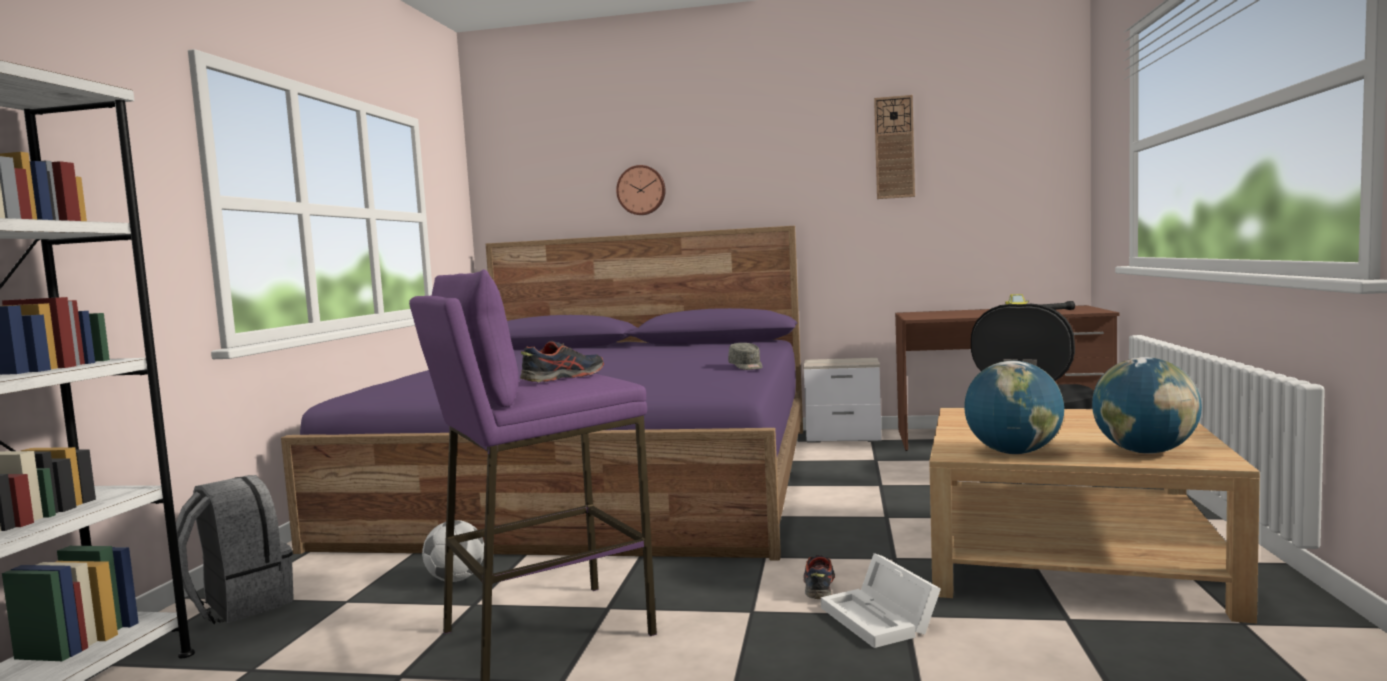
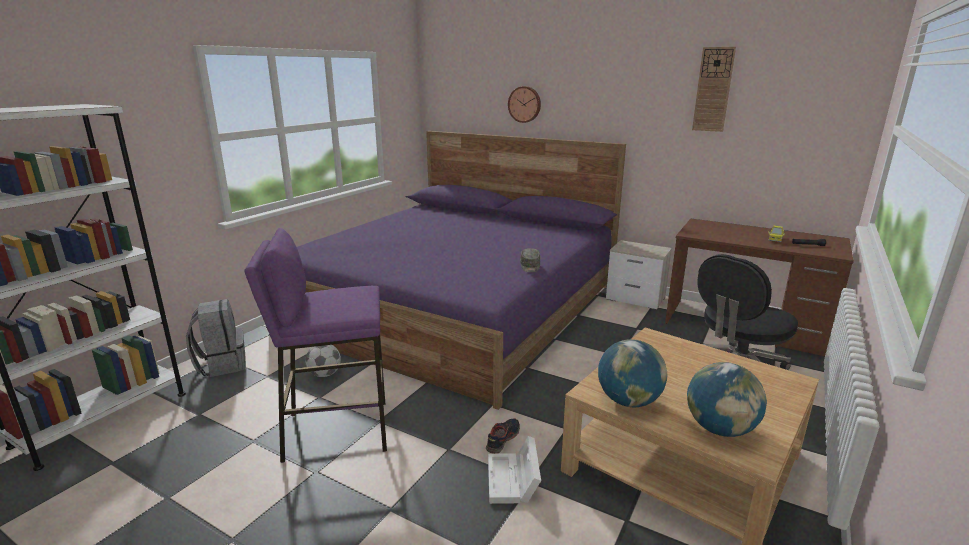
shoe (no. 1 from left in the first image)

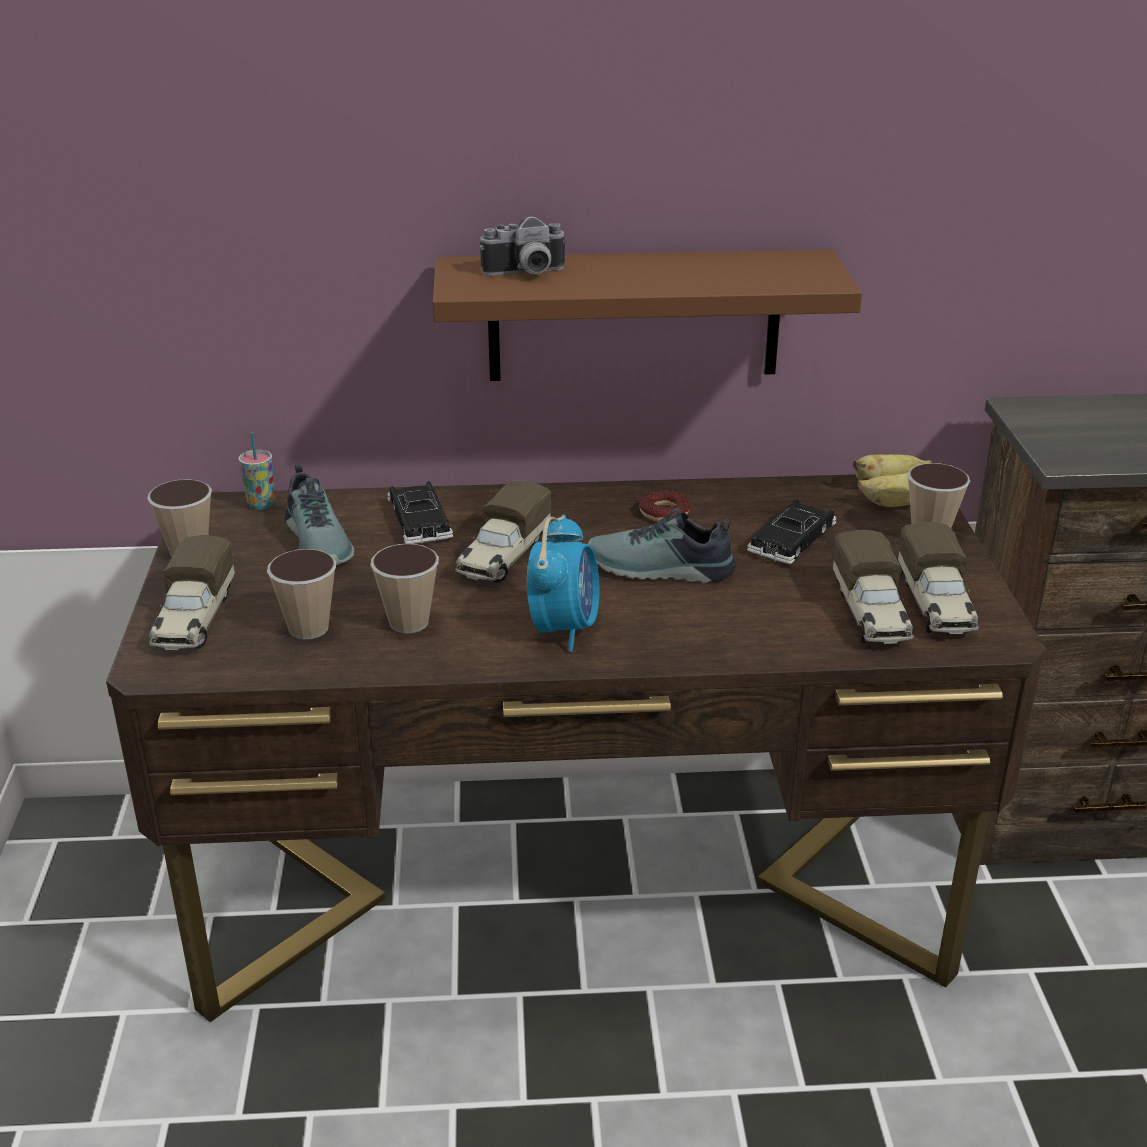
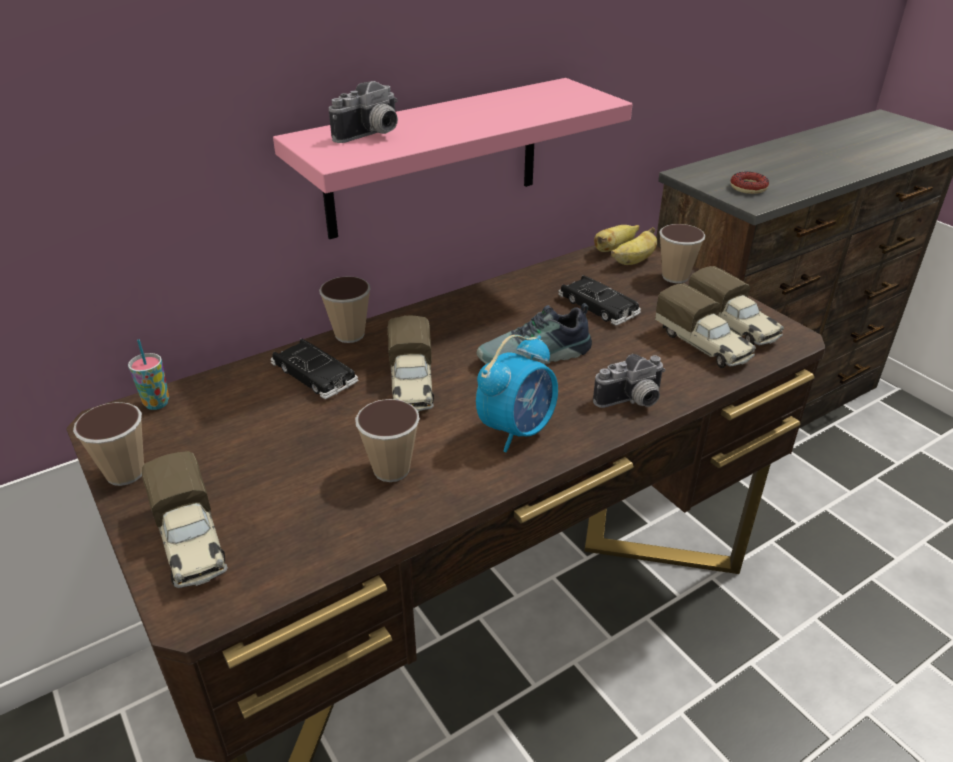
shoe (no. 1 from left in the first image)
still camera (no. 2 from left)
small cup (no. 3 from left)
doughnut
pink-coloured wall shelf
bedside clock
black miniature car (no. 2 from left)

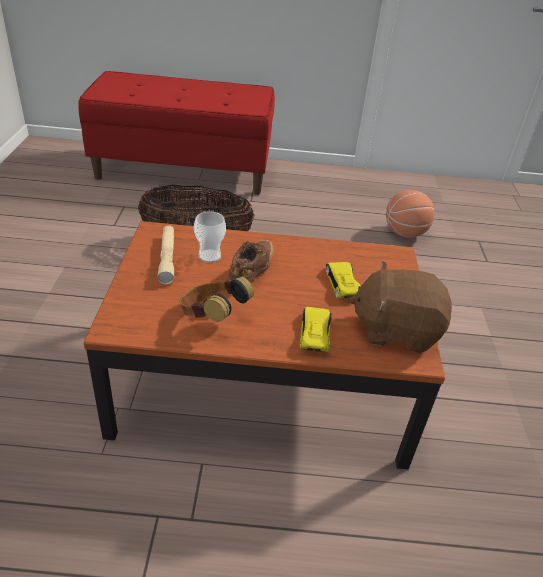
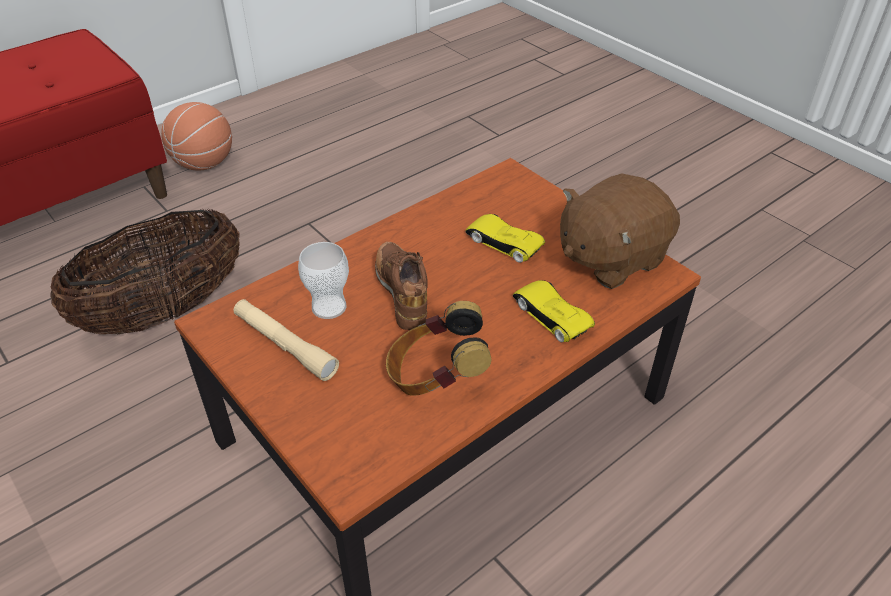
basketball ball

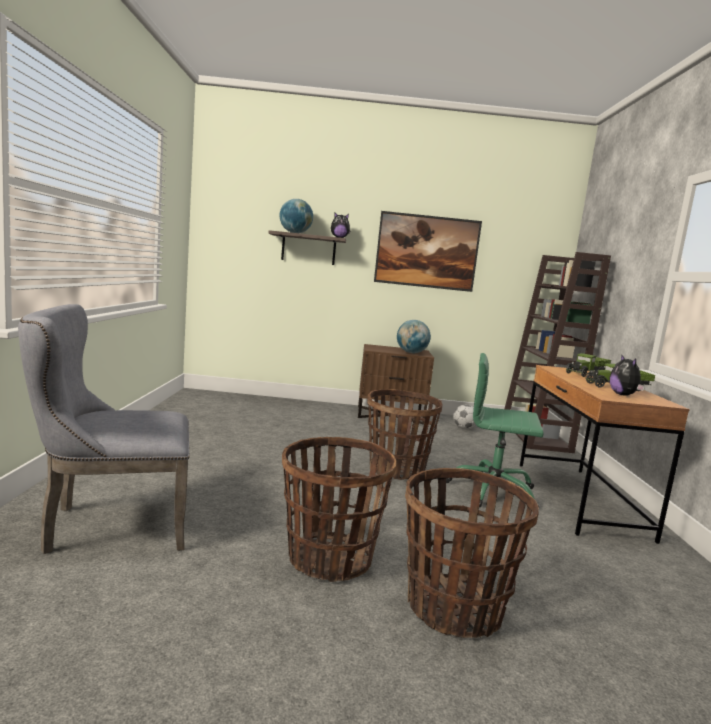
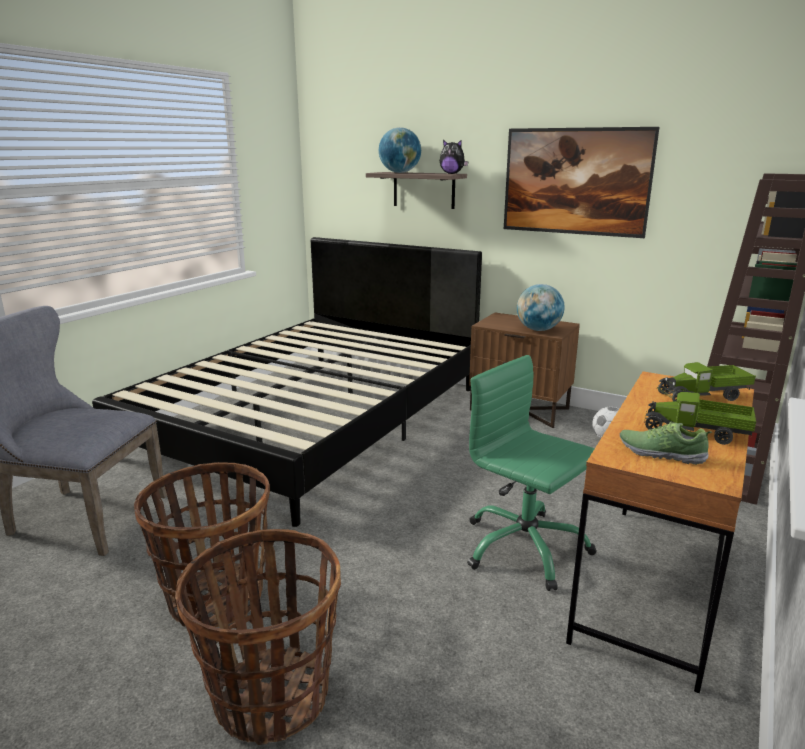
household basket (no. 2 from left in the first image)
black sleeping bed
shoe

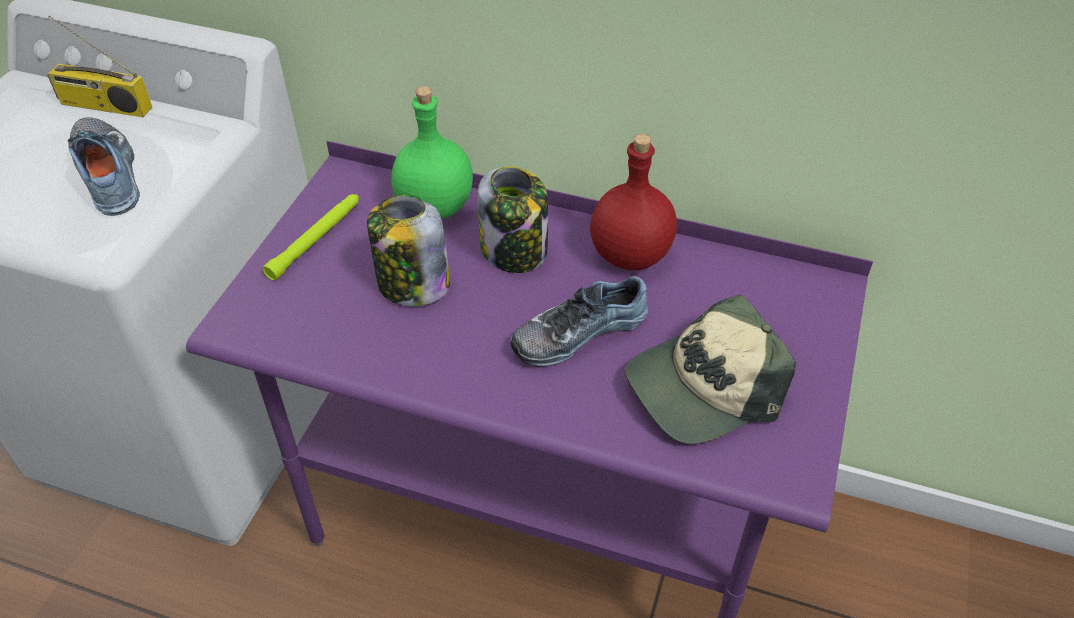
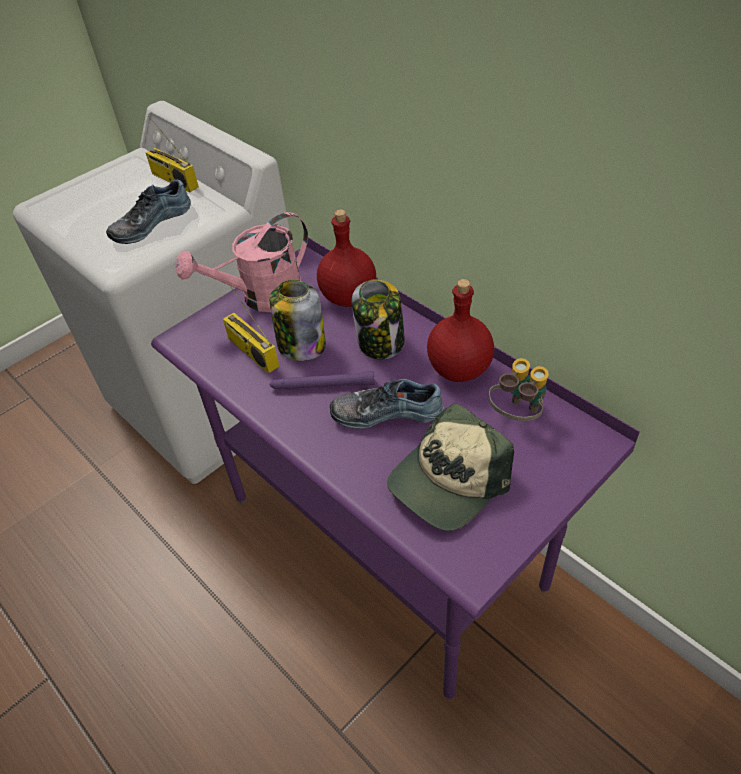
radio (no. 2 from left)
purple flashlight
binoculars
pink-coloured watering can
reddish bottle (no. 1 from left)
shoe (no. 1 from left)
baseball cap

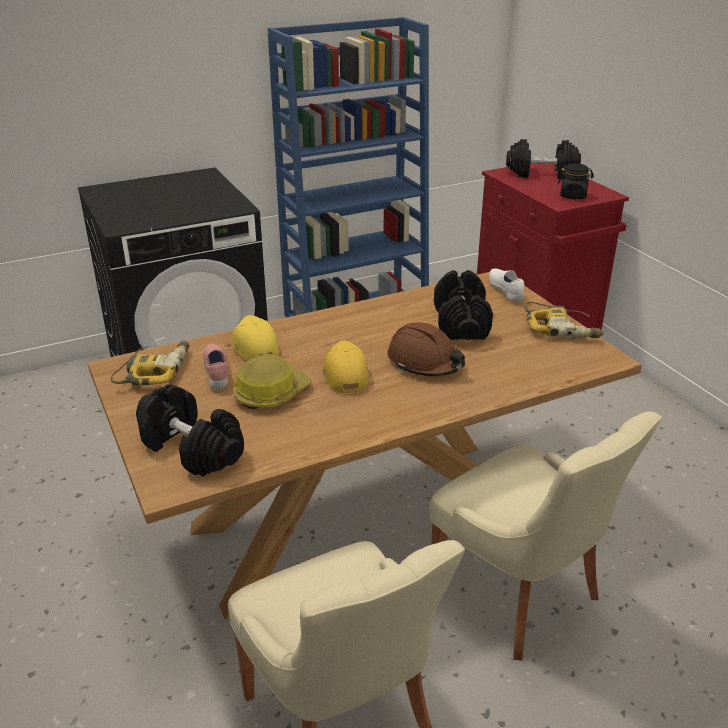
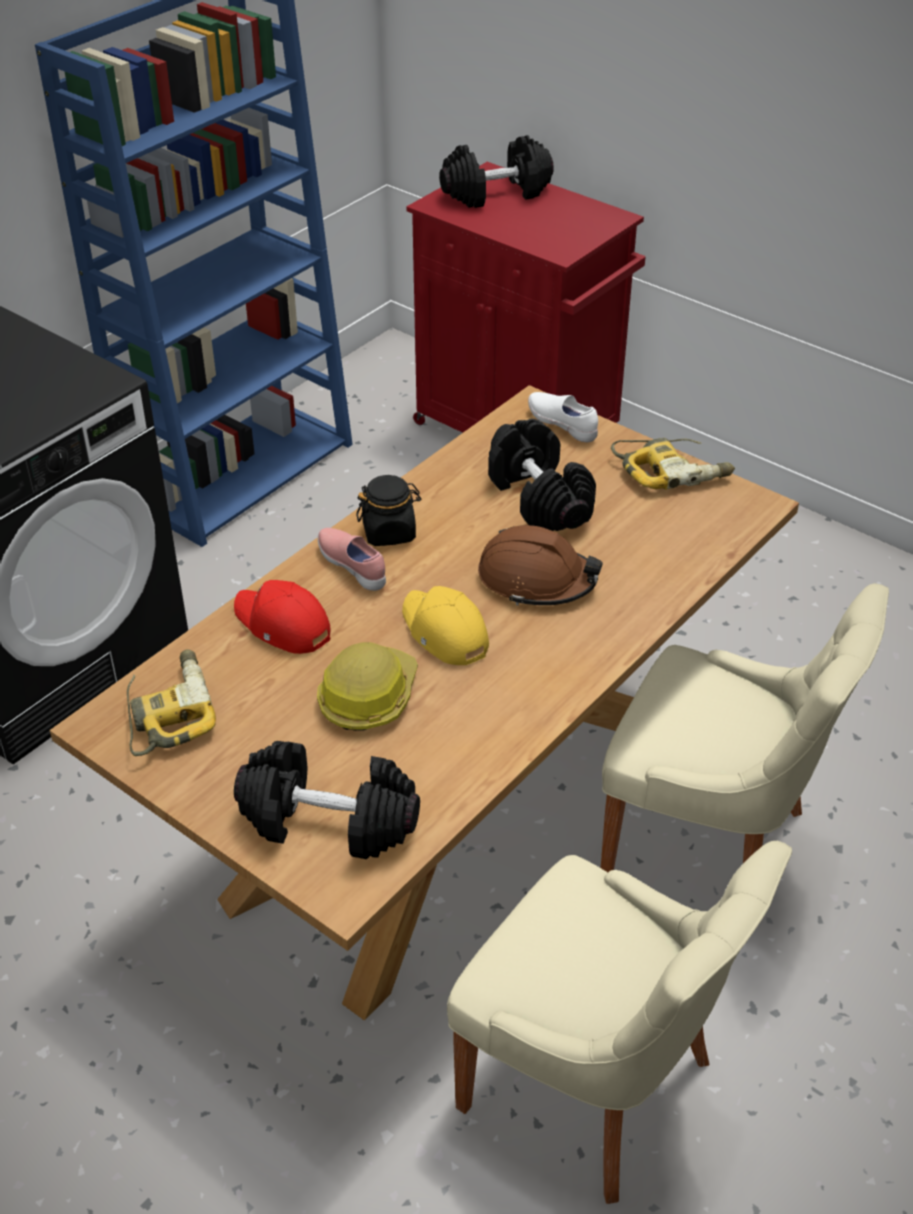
pink-coloured shoe
black jar
reddish baseball cap

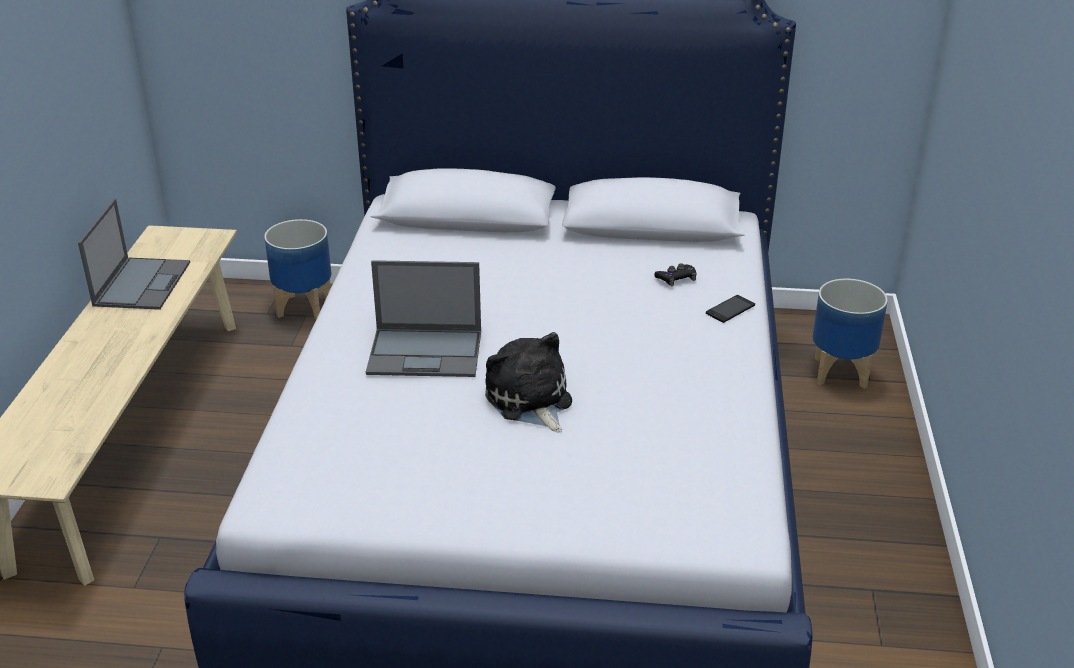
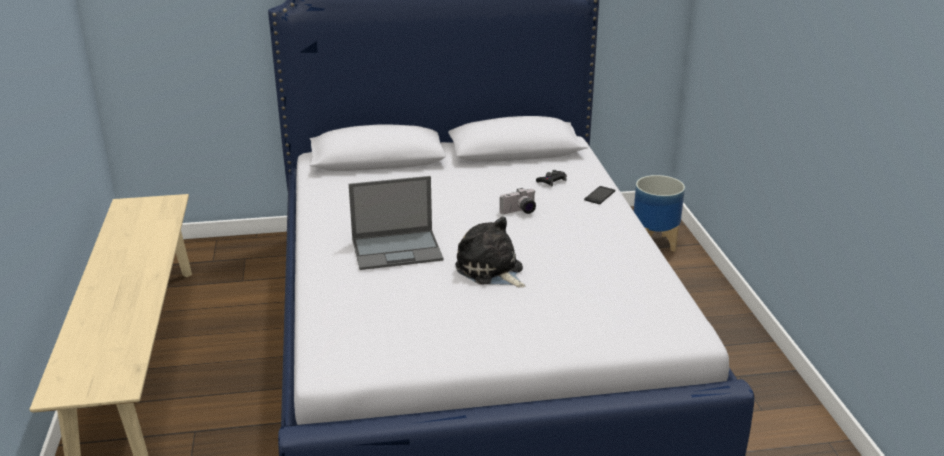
laptop (no. 1 from left in the first image)
planter (no. 1 from left in the first image)
still camera

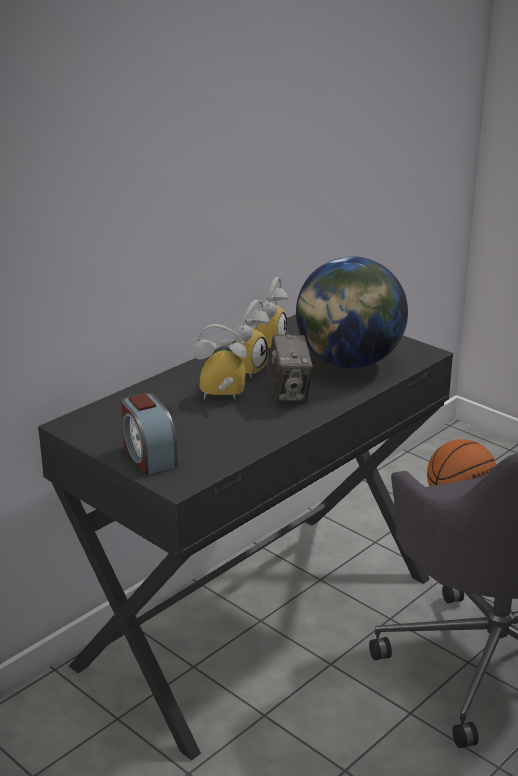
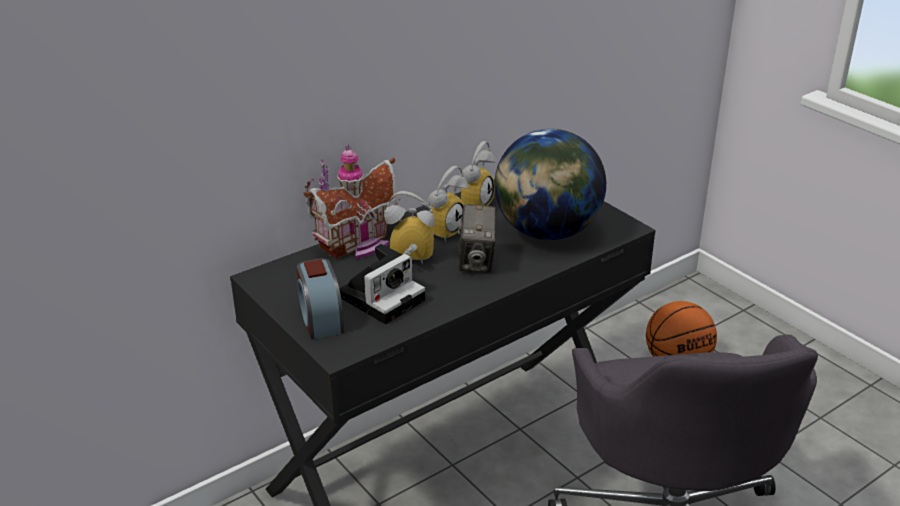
toy house
still camera (no. 1 from left)

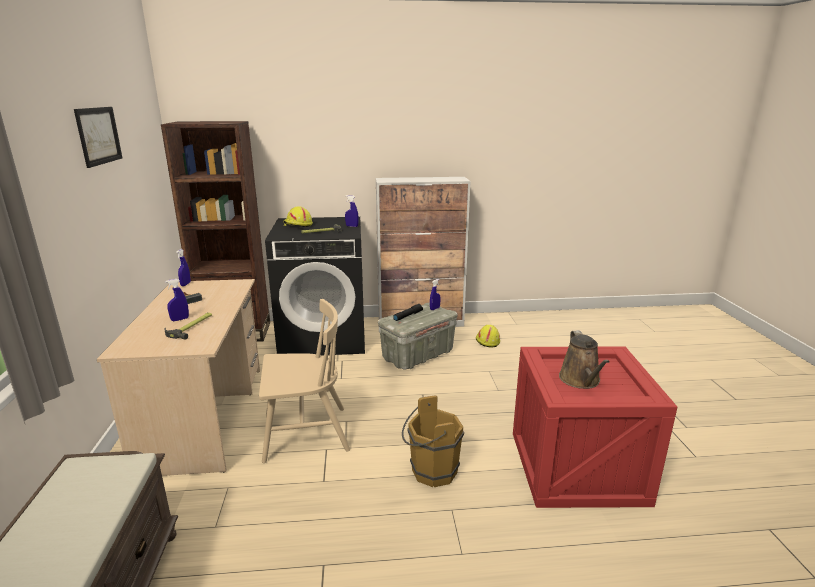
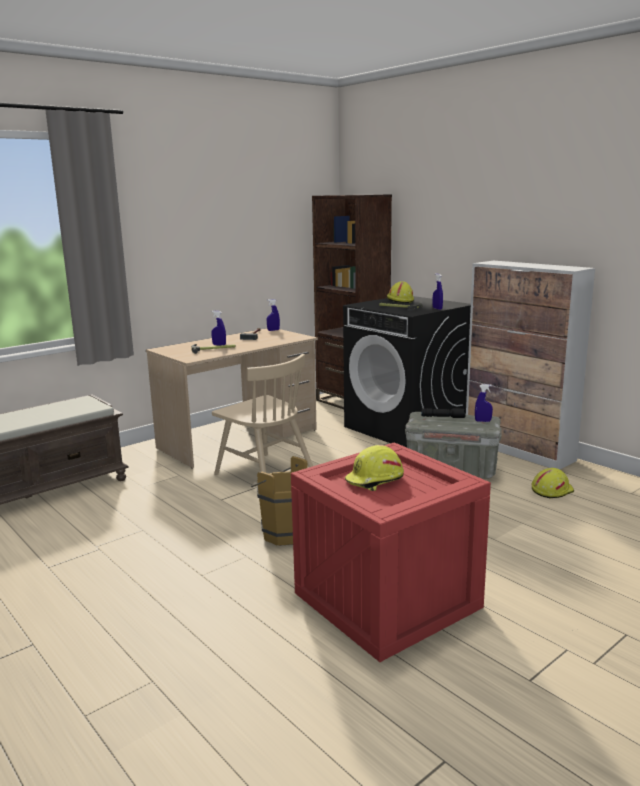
picture
yellow-coloured safety helmet (no. 1 from left)

